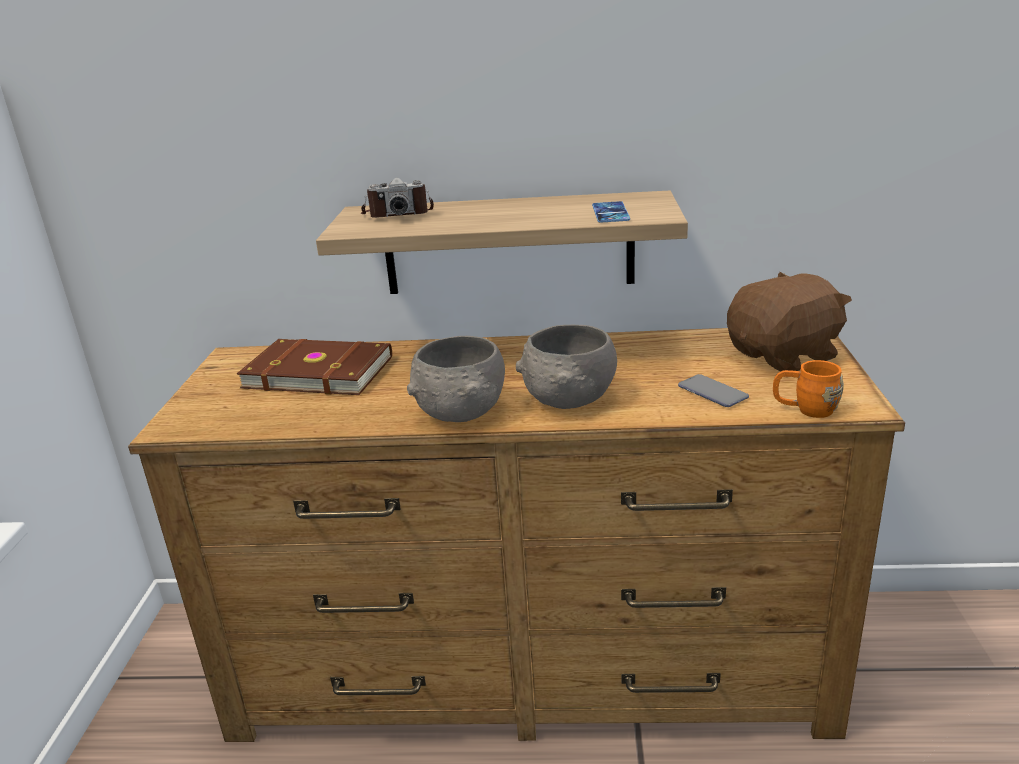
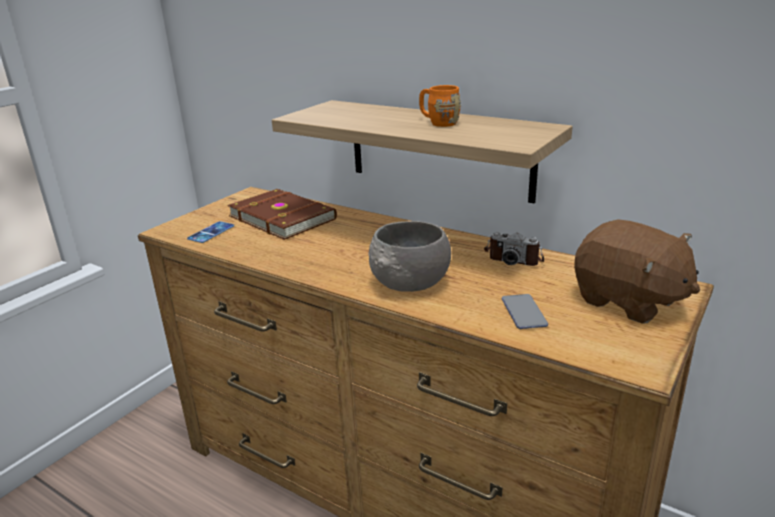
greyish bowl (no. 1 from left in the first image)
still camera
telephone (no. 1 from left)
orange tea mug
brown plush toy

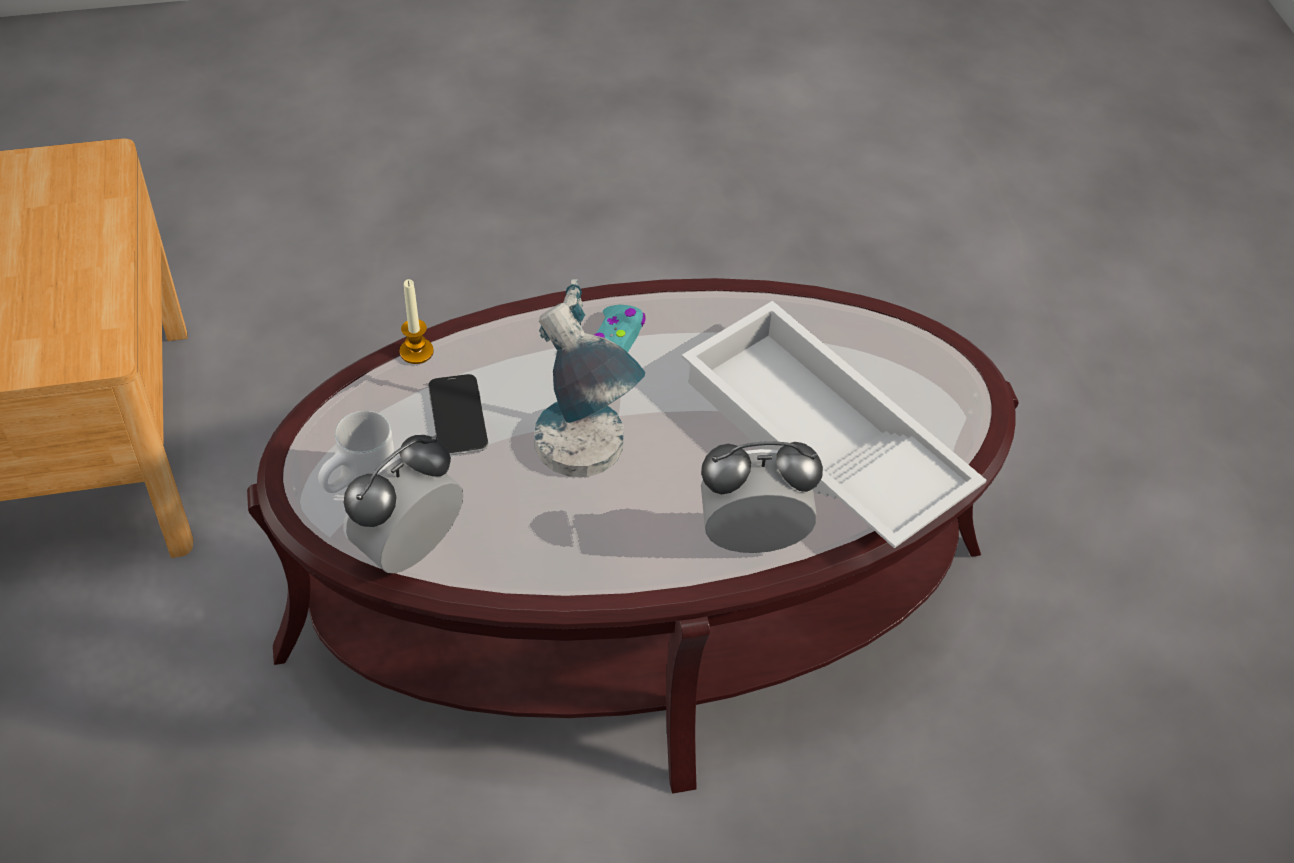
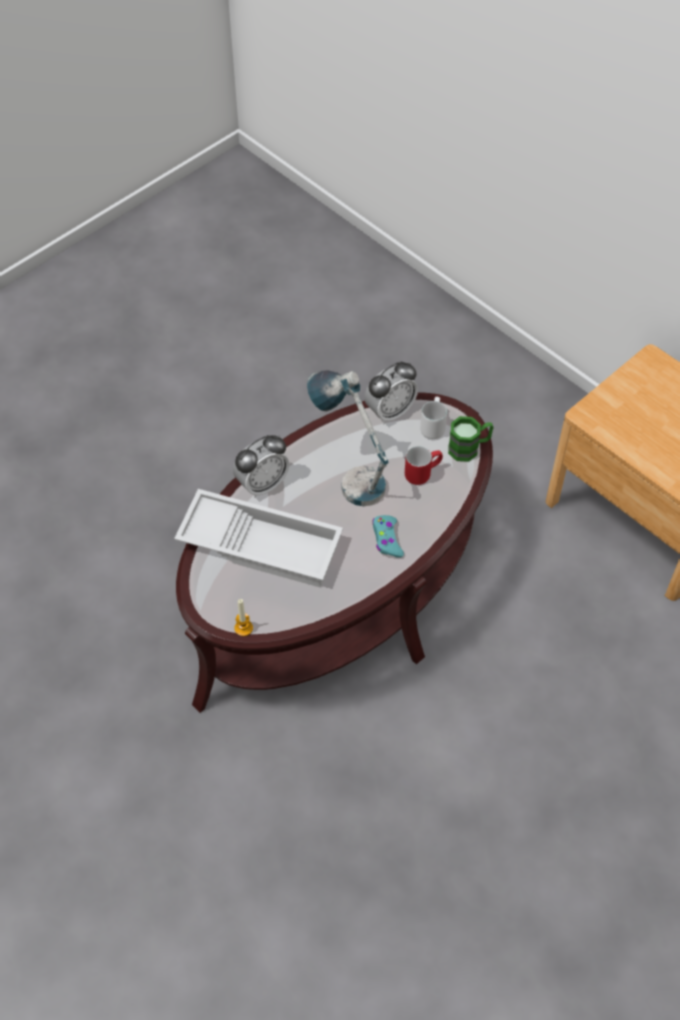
green tea mug
wax candle
reddish tea mug
bedside clock (no. 2 from left)

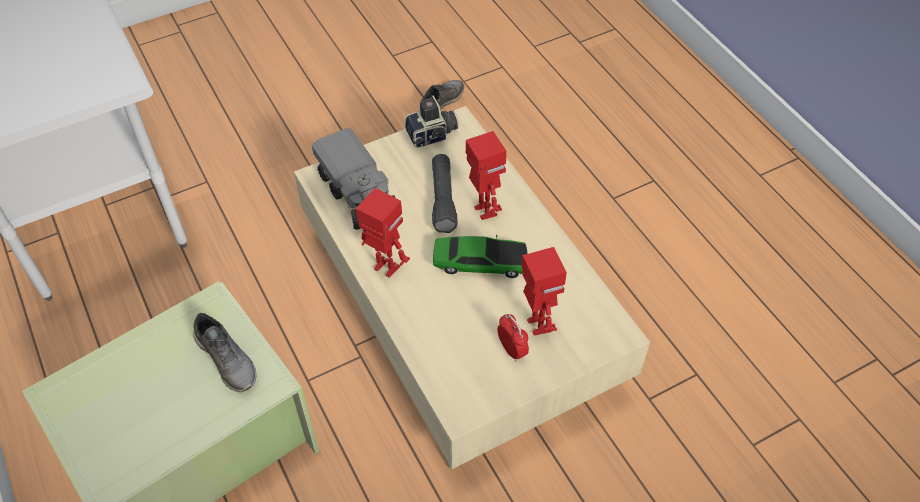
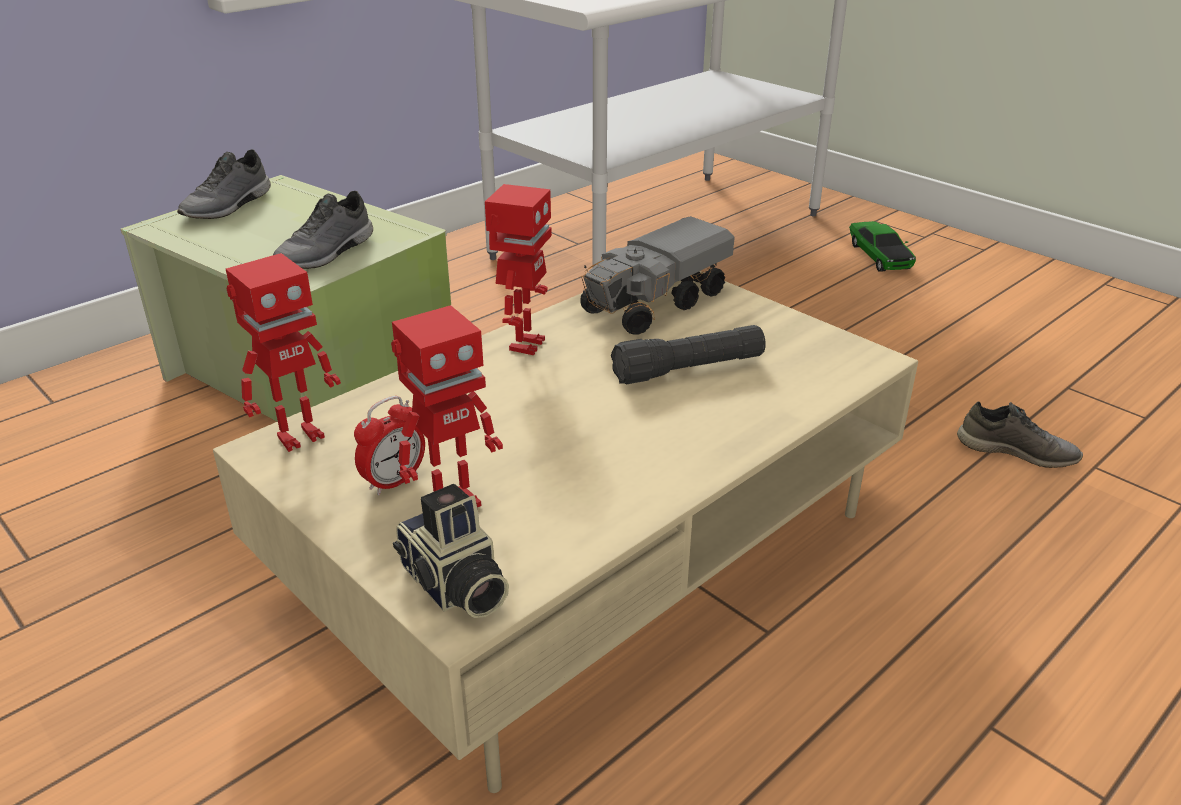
greyish shoe (no. 1 from left)
still camera
miniature car
robot figure (no. 1 from left)

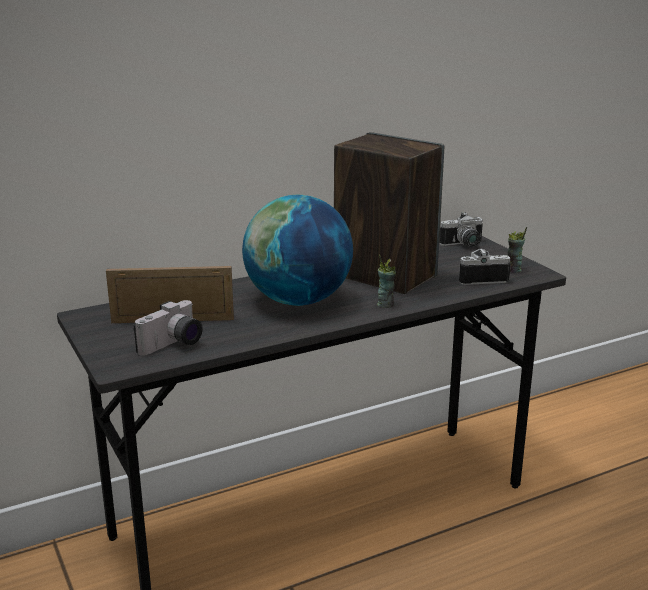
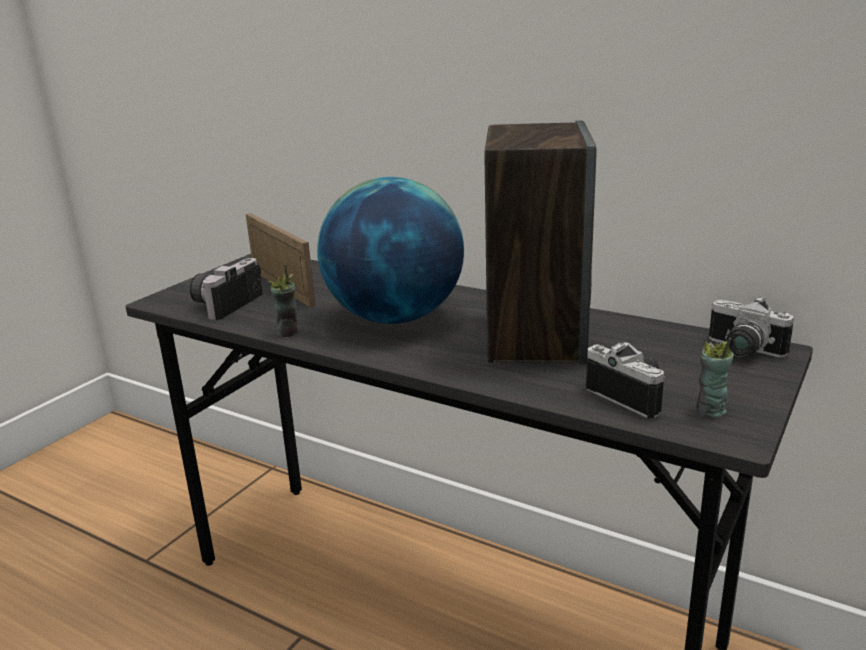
small cup (no. 1 from left)
still camera (no. 1 from left)

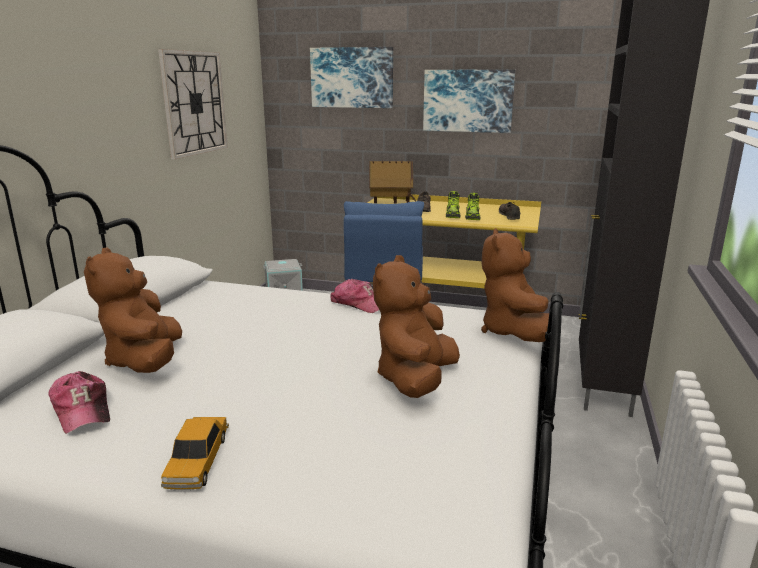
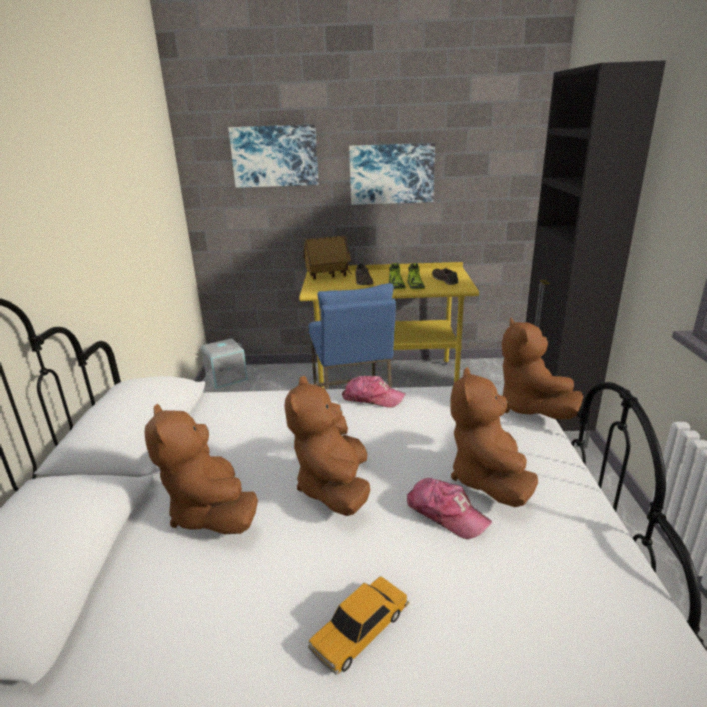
hanging clock
brown plush toy (no. 2 from left)
baseball cap (no. 2 from left)
miniature car

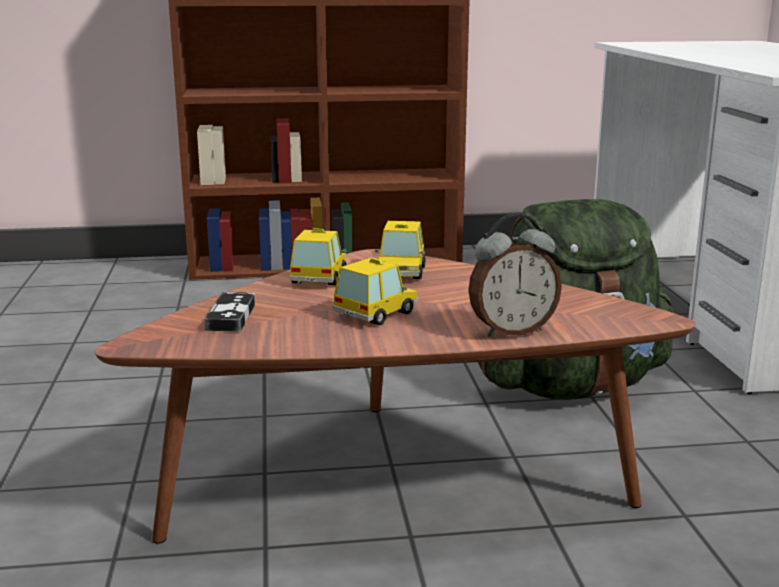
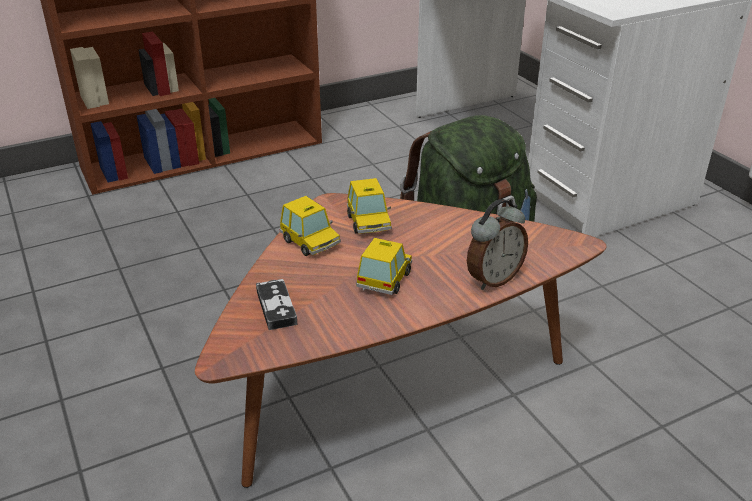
miniature car (no. 1 from left)

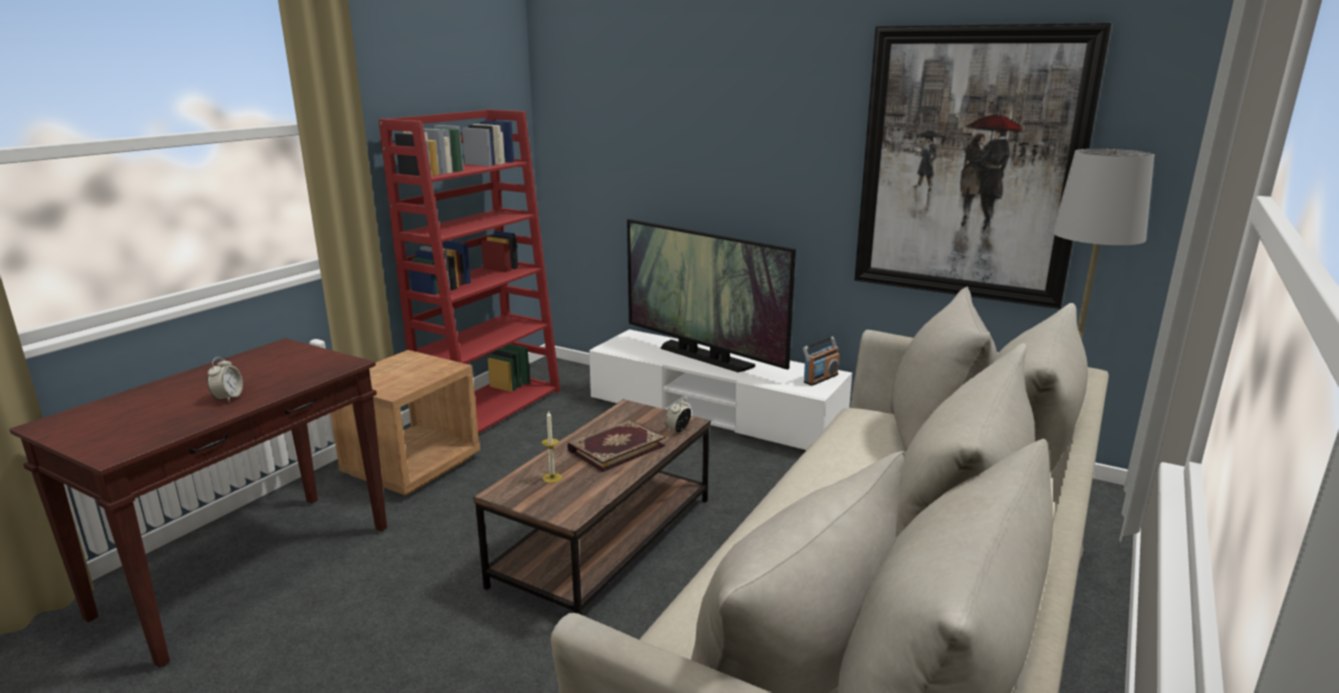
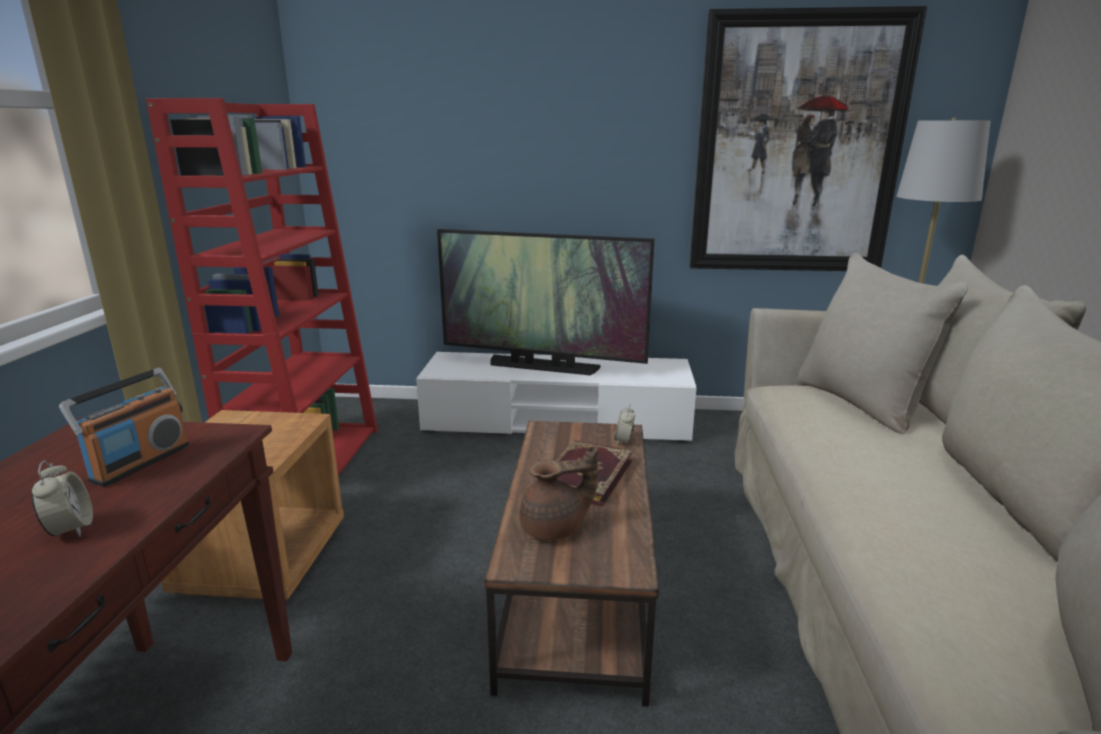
radio
brown tea pot

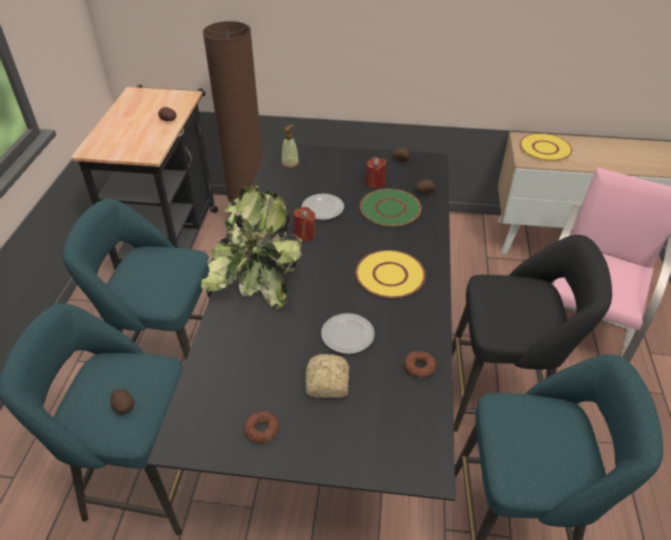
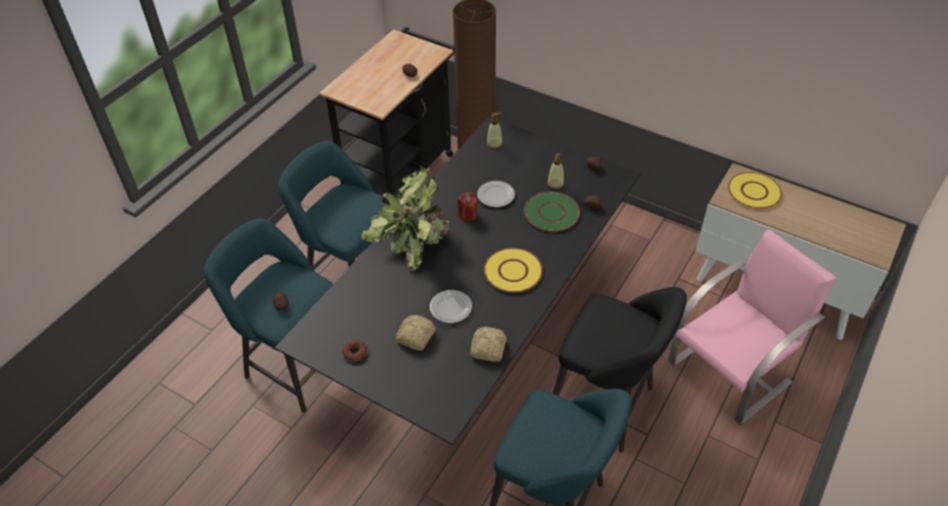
liquid soap bottle (no. 2 from left)
bakery bread (no. 2 from left)

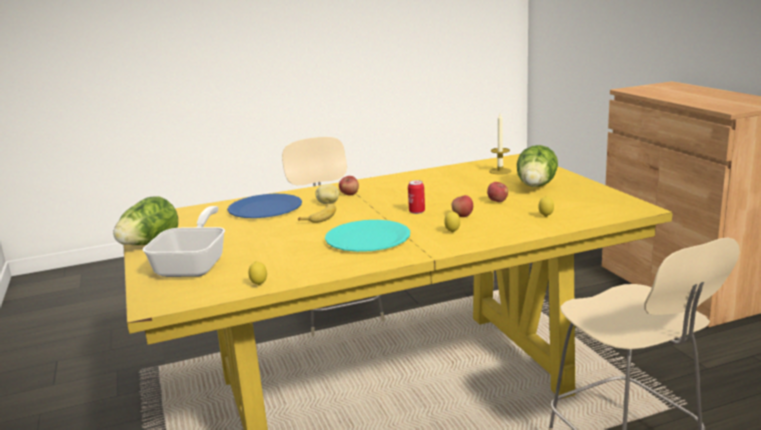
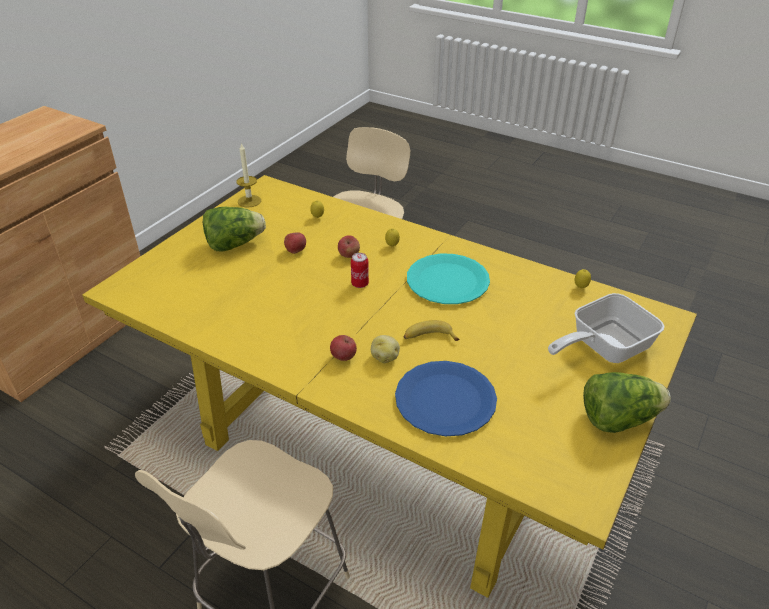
wax candle

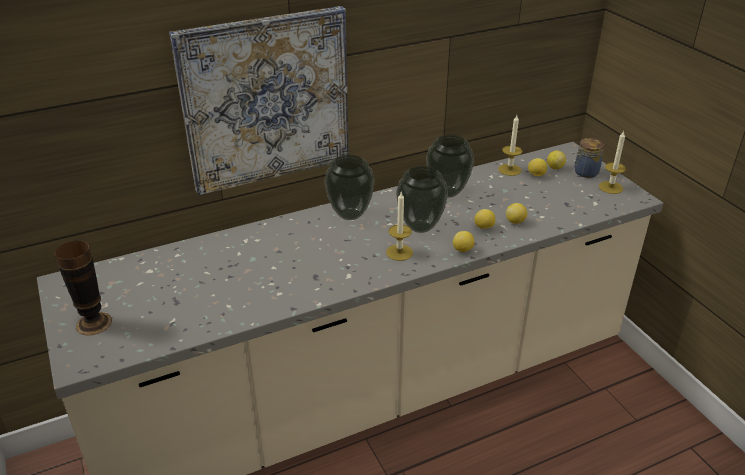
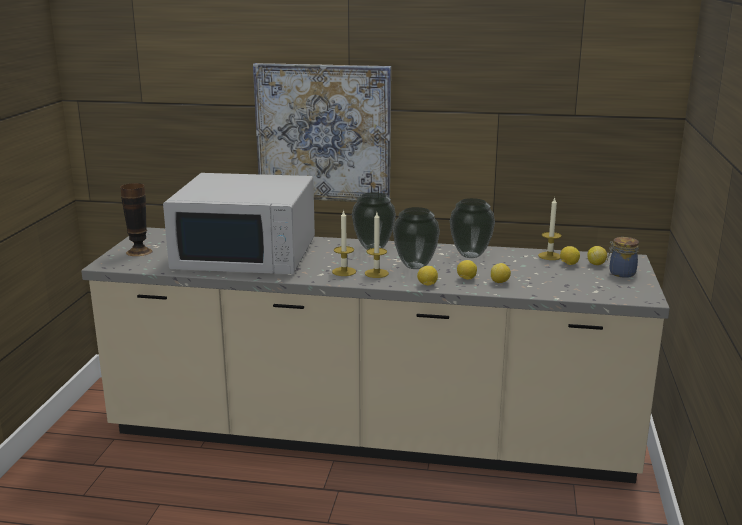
white-coloured kitchen microwave
wax candle (no. 1 from left)

